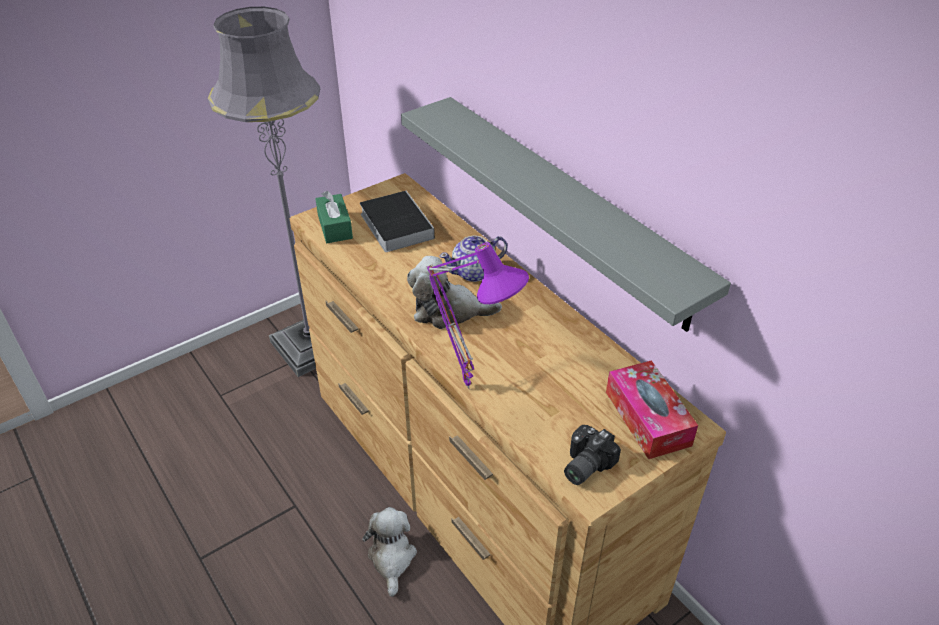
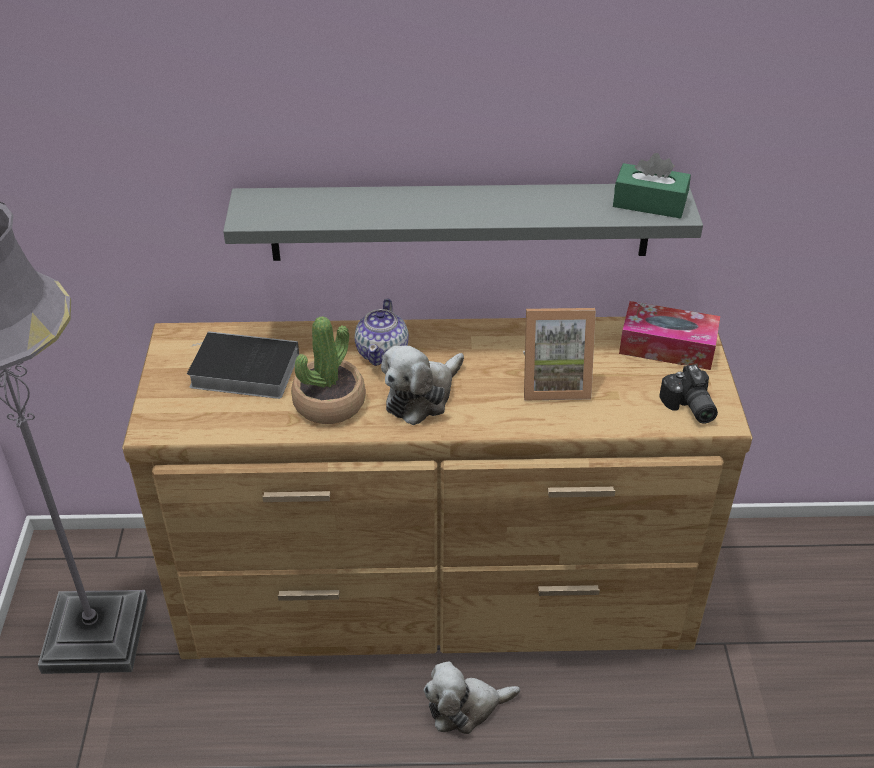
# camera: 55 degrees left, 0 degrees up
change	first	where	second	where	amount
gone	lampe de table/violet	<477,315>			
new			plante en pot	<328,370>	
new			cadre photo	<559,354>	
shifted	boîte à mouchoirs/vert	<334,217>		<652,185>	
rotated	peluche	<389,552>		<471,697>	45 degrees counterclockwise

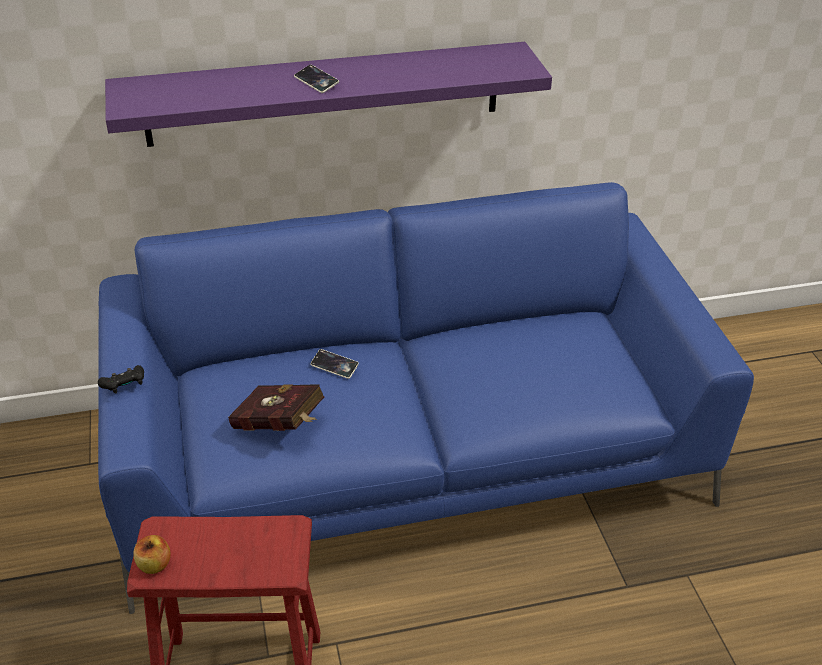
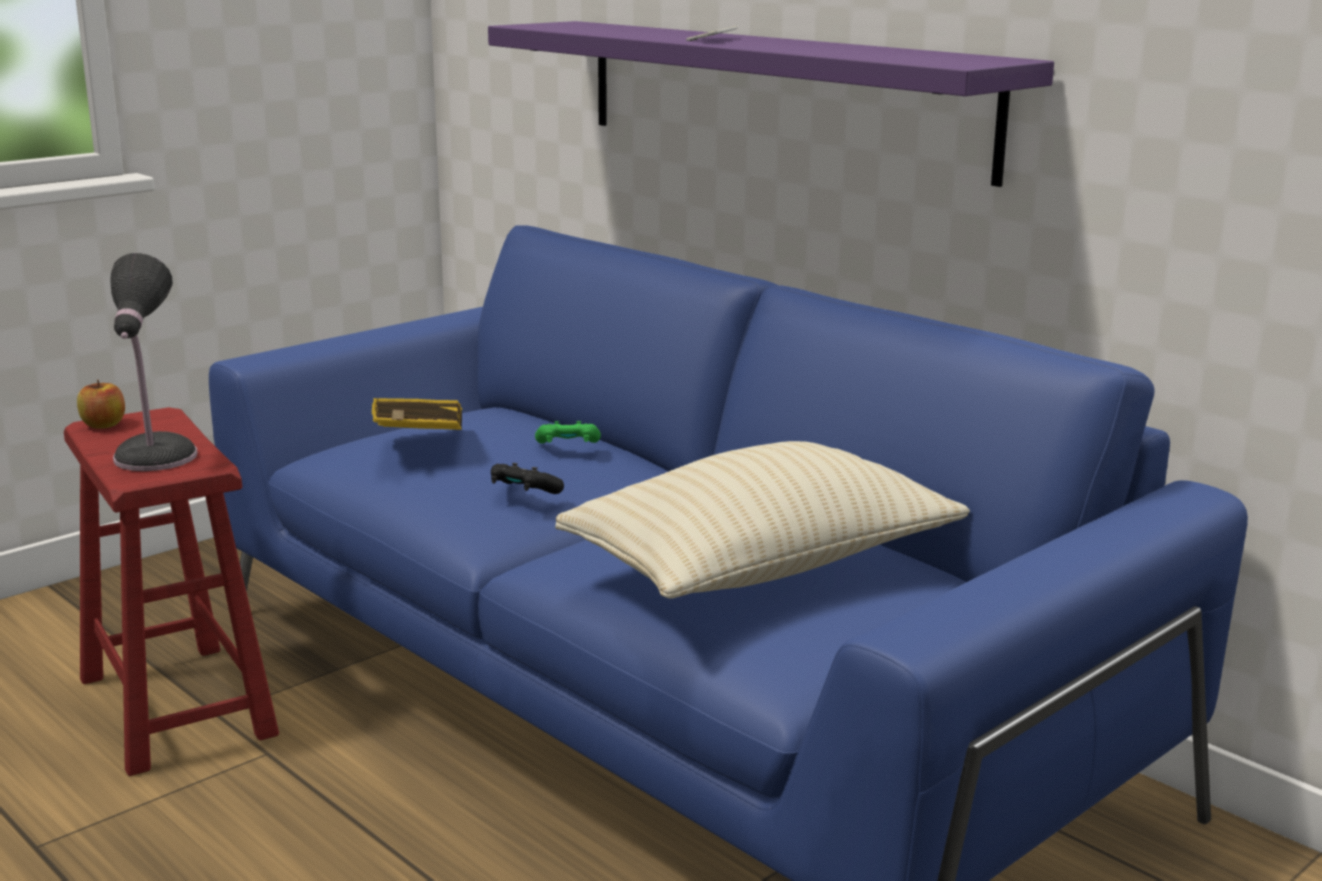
# camera: 60 degrees right, 20 degrees down
change	first	where	second	where	amount
new			lampe de table	<154,362>	
new			coussin/beige	<762,520>	
shifted	manette/noir	<121,379>		<527,478>	
swapped	téléphone	<334,364>	manette/vert	<568,432>	
repainted	livre/rouge	<276,407>	livre/jaune	<417,414>	

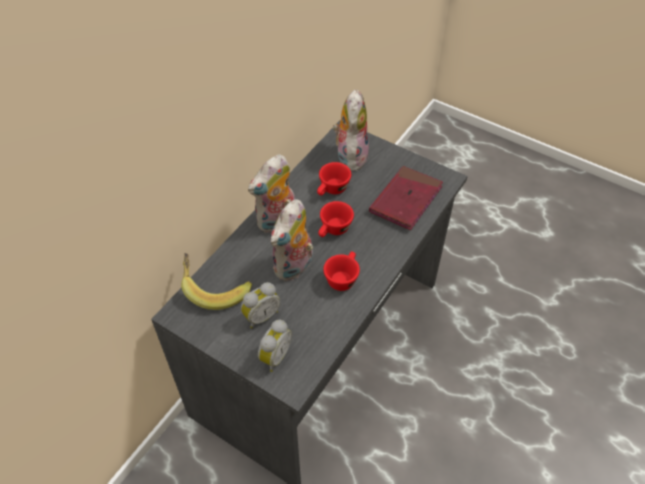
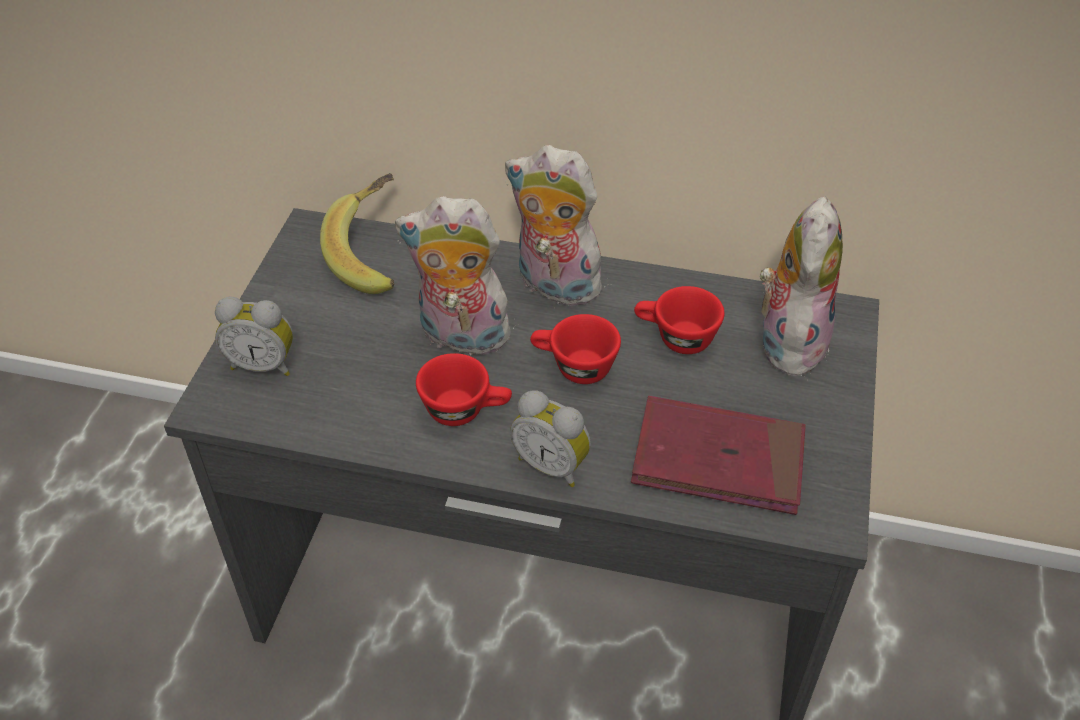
# camera: 70 degrees right, 5 degrees down
change	first	where	second	where	amount
shifted	réveil	<261,305>		<550,438>	
rotated	peluche	<351,130>		<800,288>	60 degrees counterclockwise

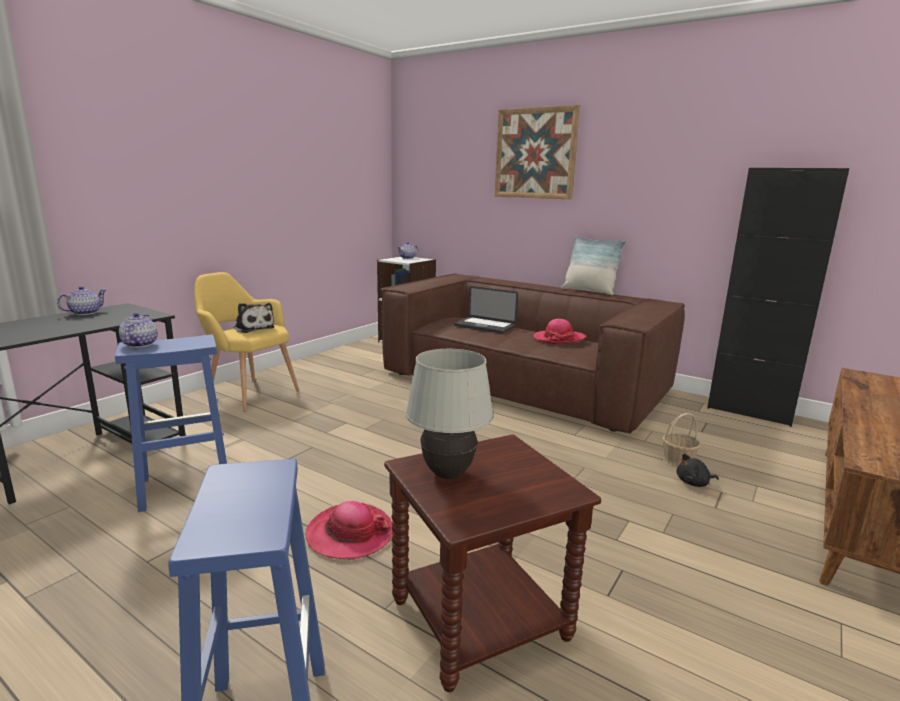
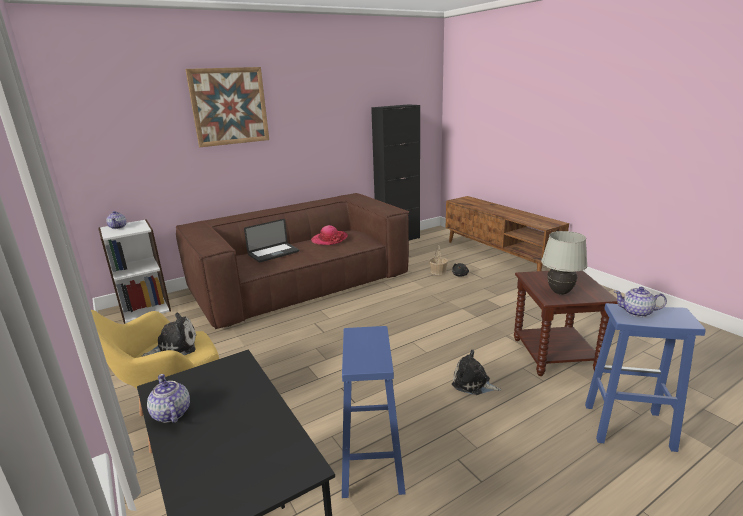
# camera: 65 degrees left, 5 degrees up
change	first	where	second	where	amount
gone	coussin	<593,265>			
shifted	théière	<138,330>		<640,302>	
swapped	chapeau	<349,530>	peluche	<476,372>	

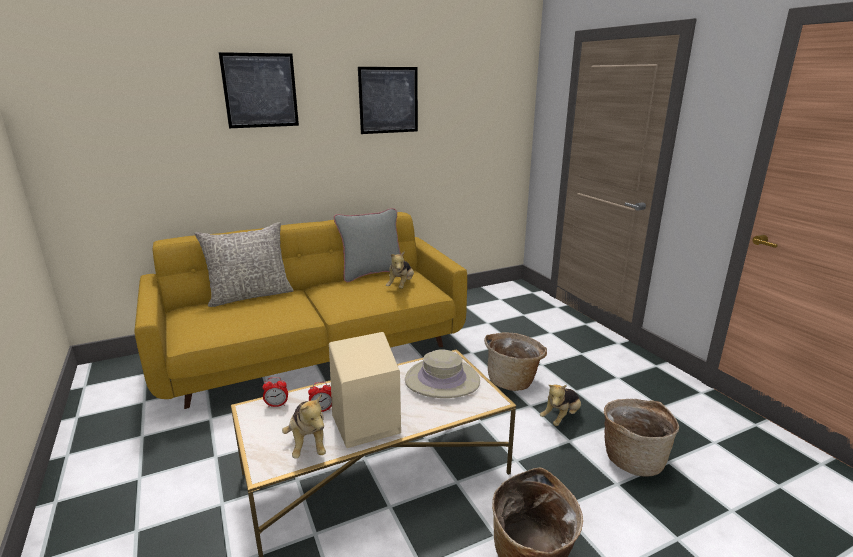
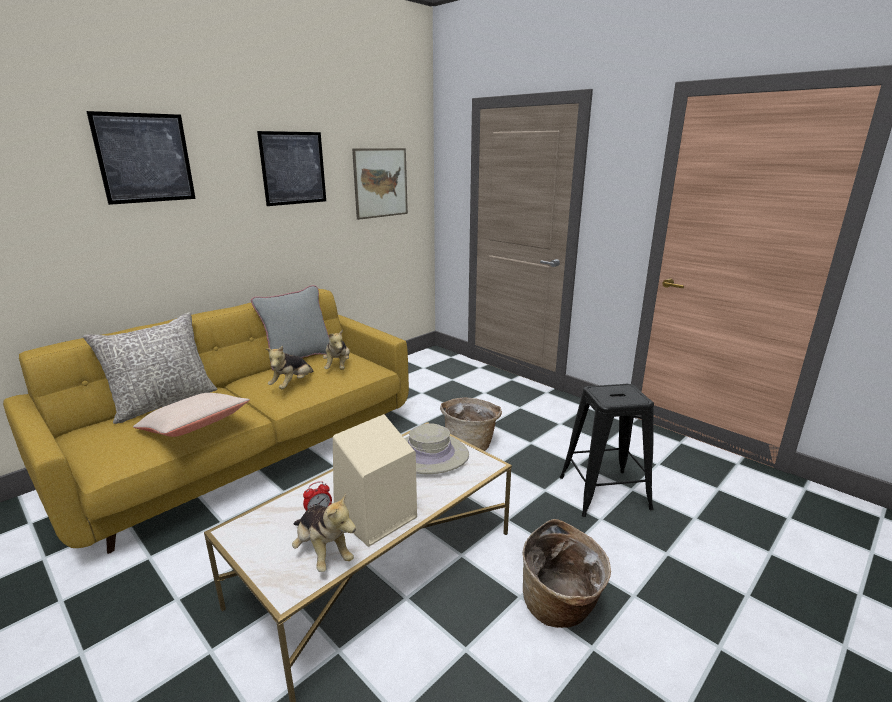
# camera: 20 degrees left, 0 degrees up
change	first	where	second	where	amount
gone	réveil	<275,392>			
new			coussin/beige	<191,415>	
new			tableau	<380,184>	
shifted	peluche	<560,405>		<290,367>	
swapped	panier	<641,438>	tabouret/noir	<606,450>	

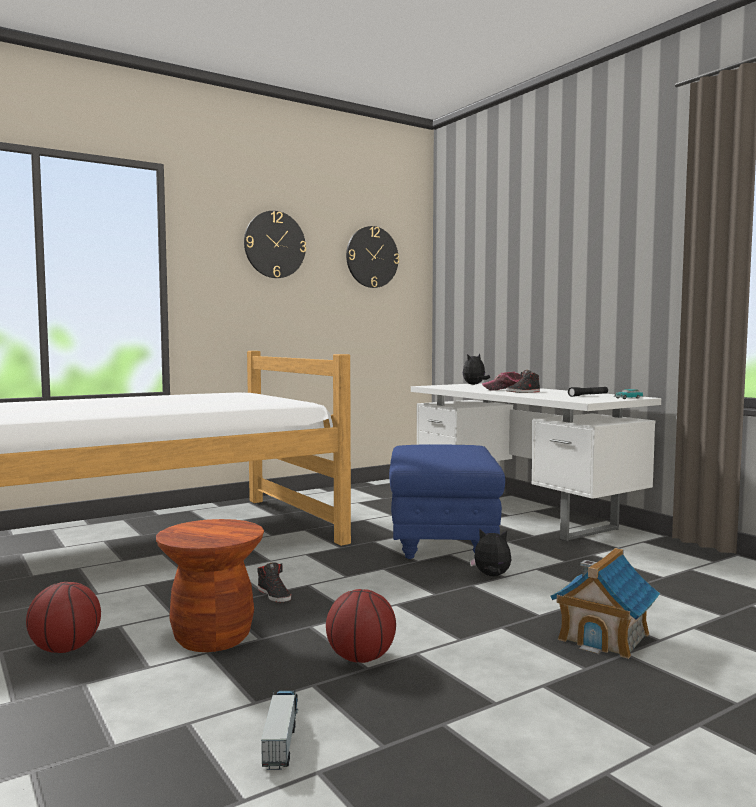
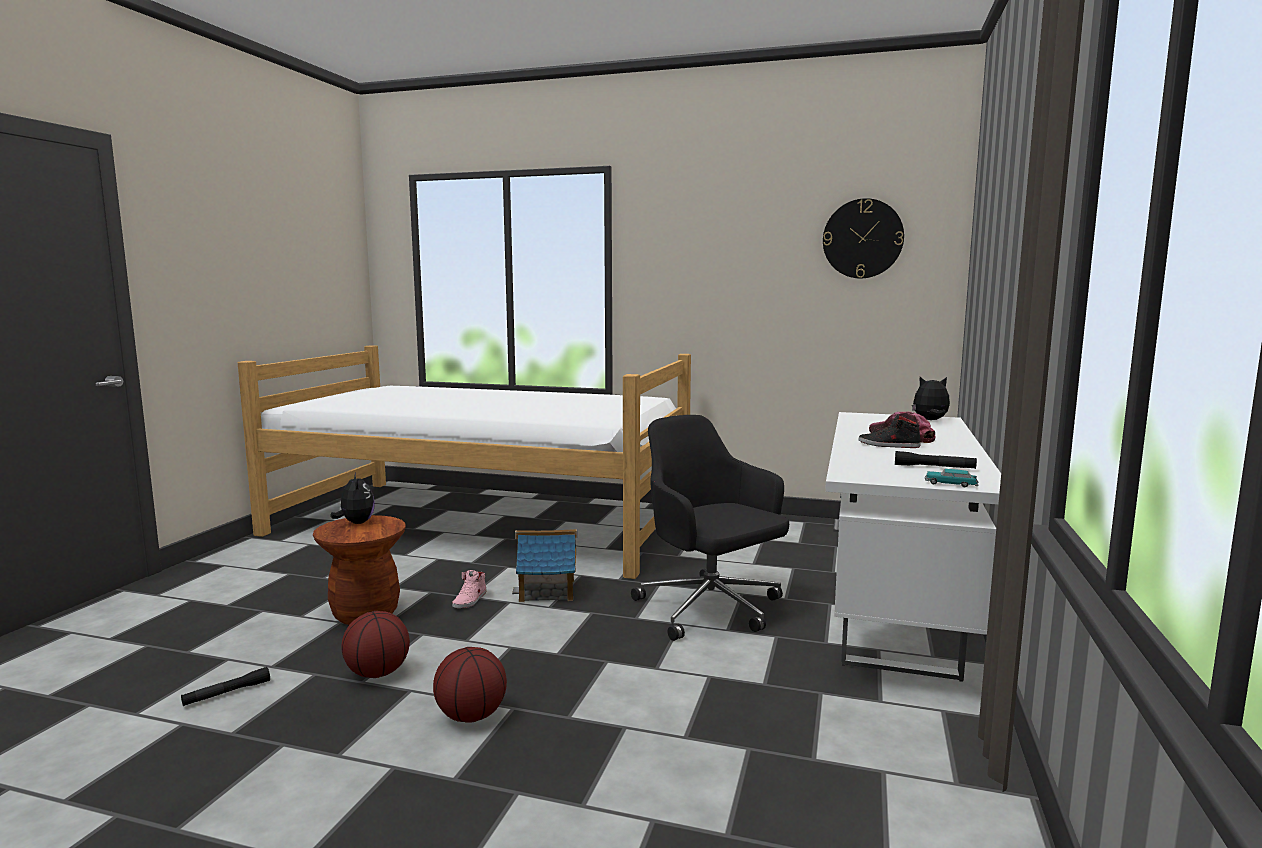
# camera: 50 degrees right, 5 degrees up
change	first	where	second	where	amount
gone	horloge murale	<275,244>			
shifted	ballon de basket	<63,617>		<470,685>	
shifted	peluche	<491,552>		<352,498>	
shifted	maison miniature	<605,603>		<544,565>	
swapped	camion jouet	<279,730>	lampe de poche/noir	<225,686>	
swapped	pouf/bleu	<447,501>	chaise de bureau/noir	<710,528>	
repainted	chaussure/noir	<274,582>	chaussure/rose	<469,589>	

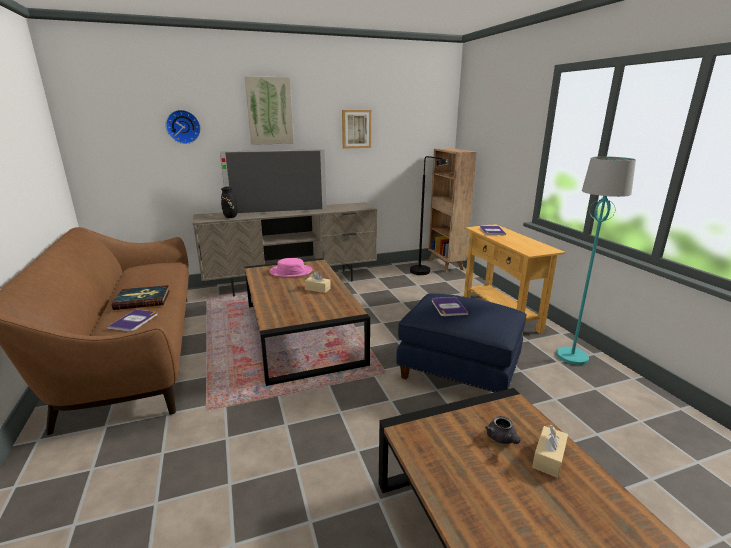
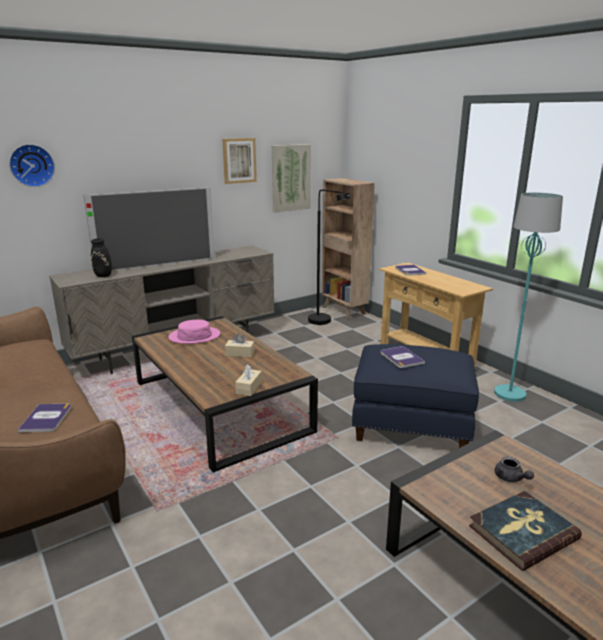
# camera: 15 degrees left, 0 degrees up
change	first	where	second	where	amount
shifted	livre	<141,297>		<525,531>	
shifted	tableau	<269,110>		<291,178>	
shifted	boîte à mouchoirs/beige	<550,451>		<248,380>	

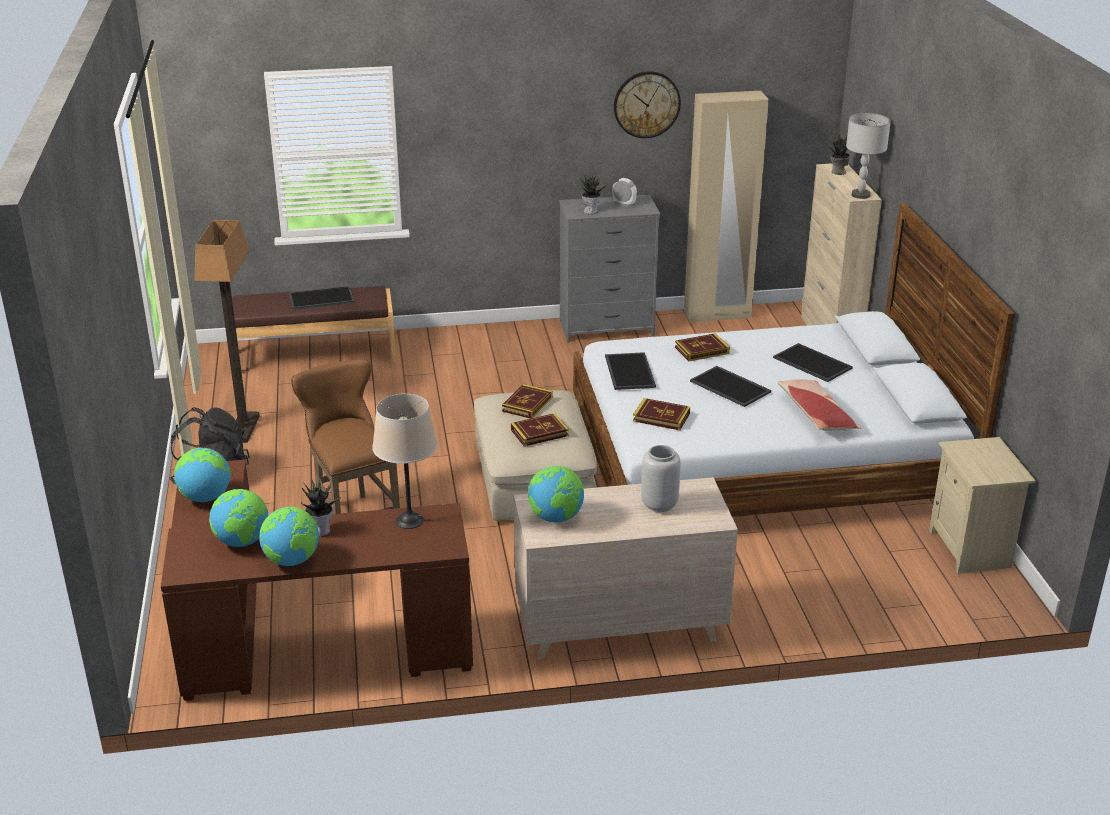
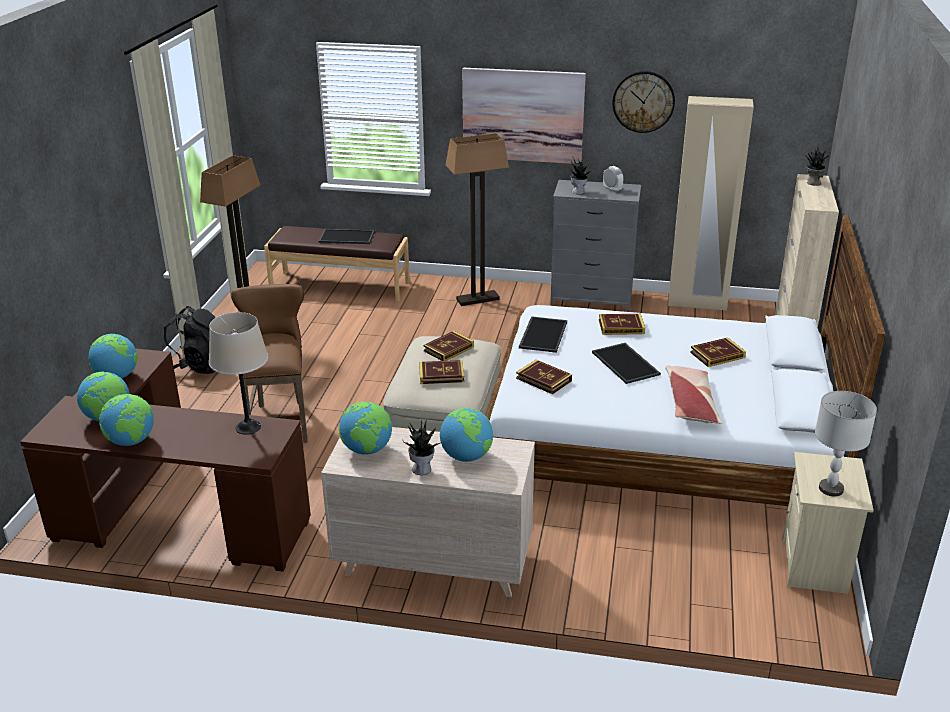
# camera: 20 degrees right, 0 degrees up
change	first	where	second	where	amount
new			lampadaire	<477,219>	
new			tableau	<524,116>	
shifted	plante en pot	<320,507>		<421,447>	
shifted	lampe de table/gris	<868,156>		<846,444>	
swapped	vase/gris	<660,478>	globe	<466,435>	
swapped	plateau	<813,362>	livre	<718,352>	

